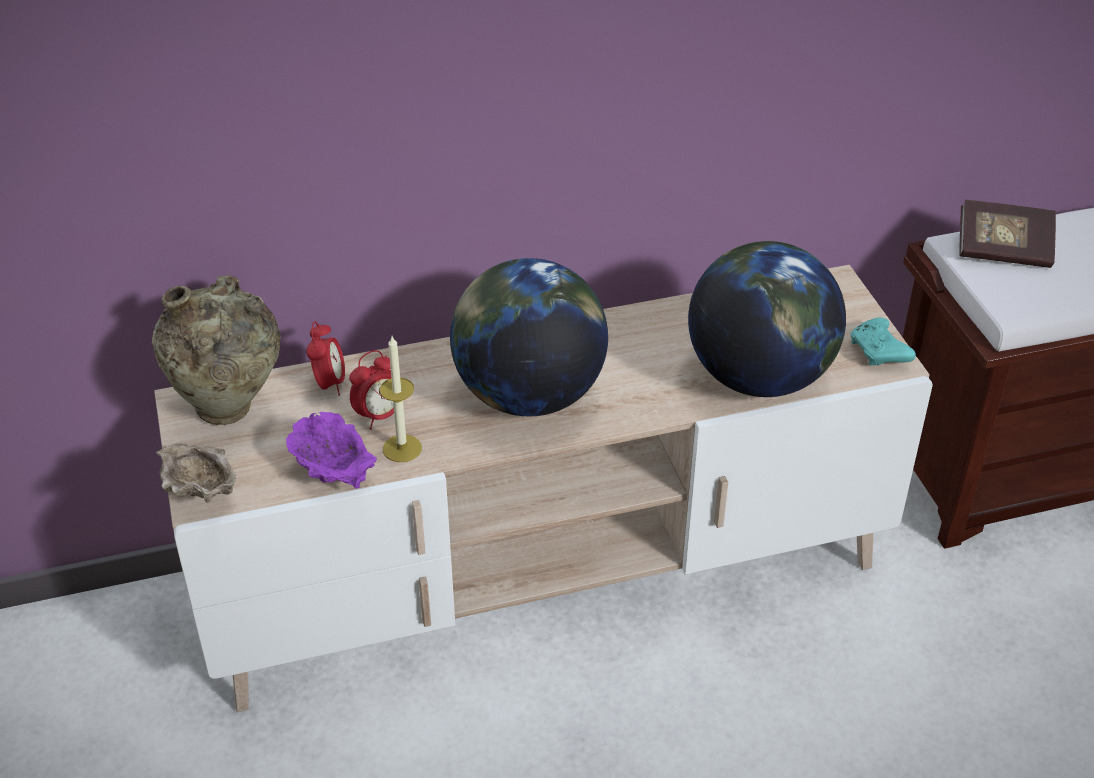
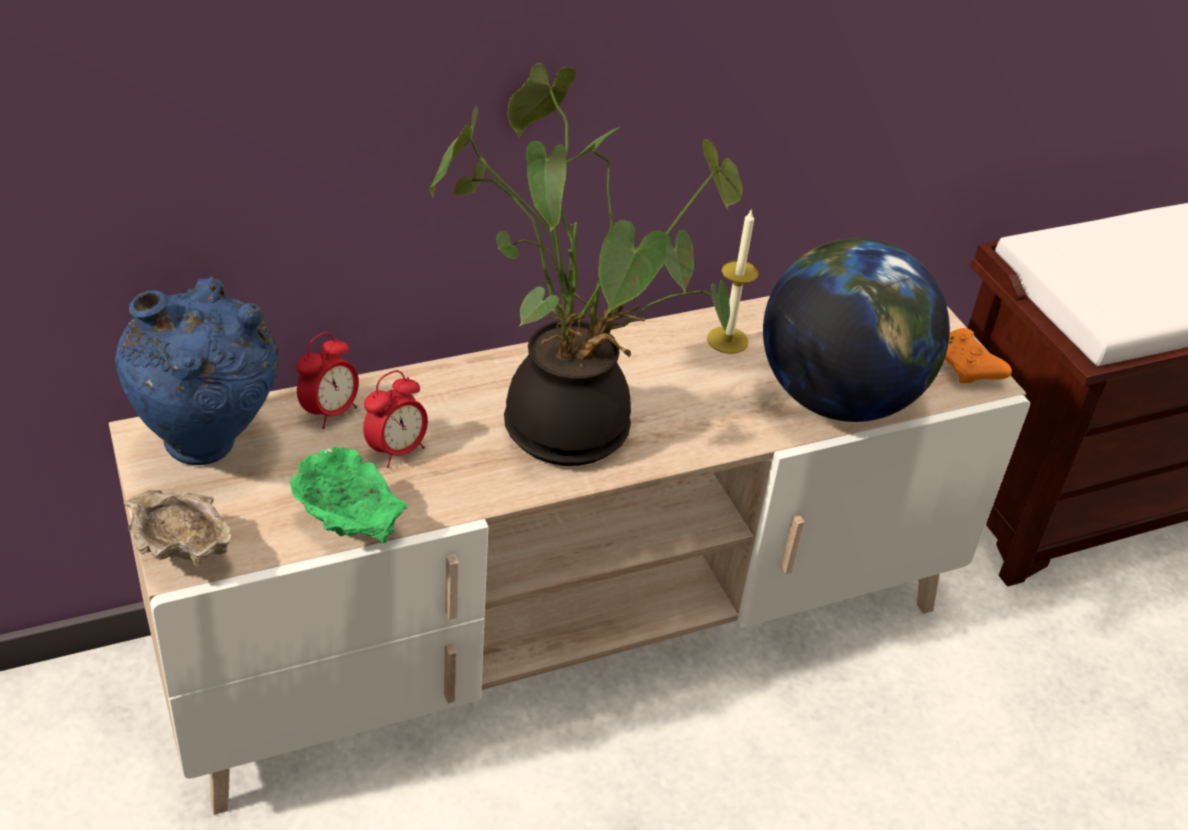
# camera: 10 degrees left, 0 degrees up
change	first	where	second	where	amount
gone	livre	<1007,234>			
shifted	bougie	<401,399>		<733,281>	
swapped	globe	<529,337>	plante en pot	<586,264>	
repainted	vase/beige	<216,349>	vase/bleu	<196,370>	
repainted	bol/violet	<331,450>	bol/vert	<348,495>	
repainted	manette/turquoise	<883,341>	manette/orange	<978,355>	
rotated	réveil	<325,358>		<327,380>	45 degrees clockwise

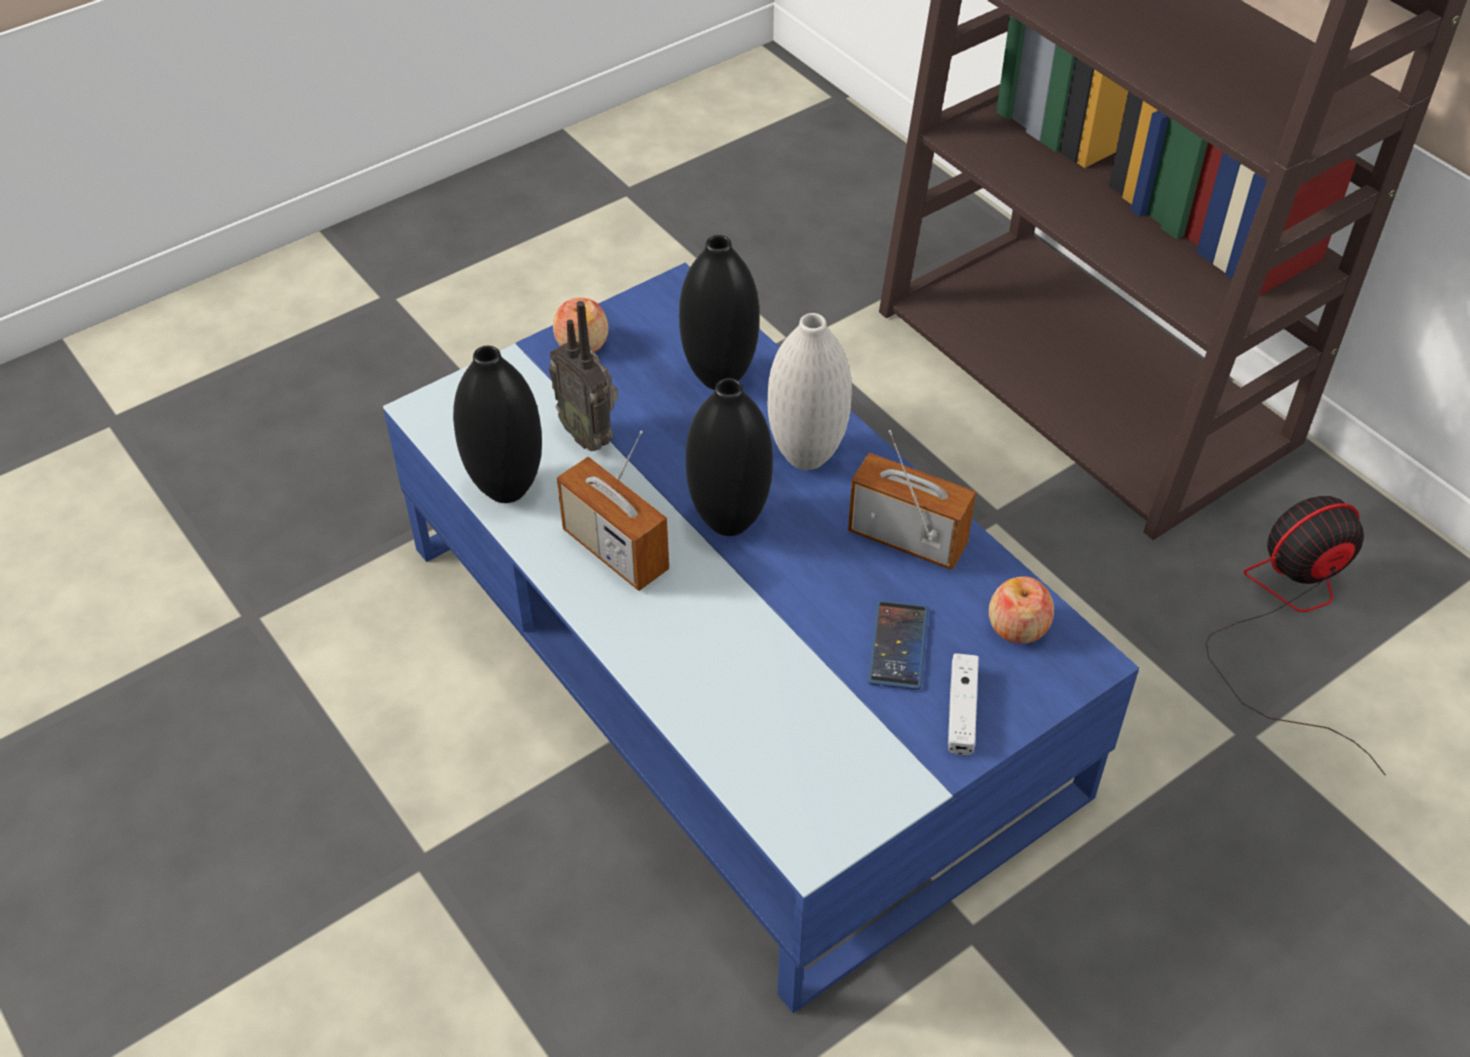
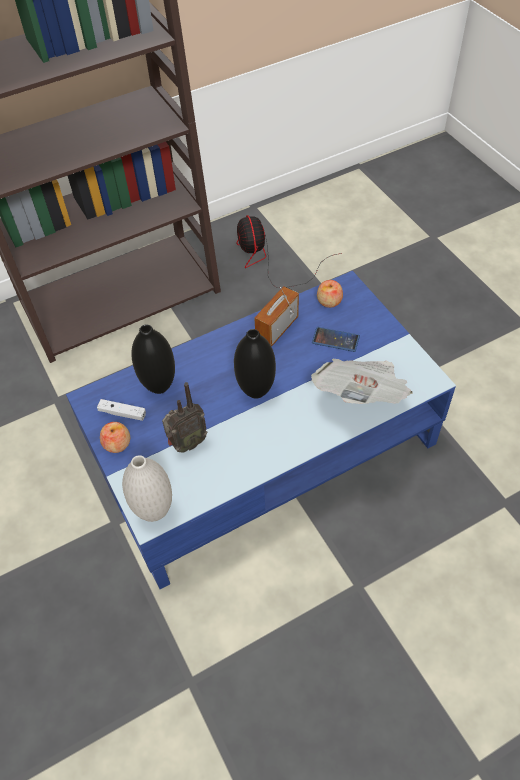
# camera: 80 degrees left, 5 degrees up
change	first	where	second	where	amount
gone	vase/noir	<497,424>			
gone	radio	<613,511>			
new			journal	<362,381>	
shifted	vase/blanc	<809,391>		<147,488>	
shifted	manette/blanc	<963,704>		<121,410>	

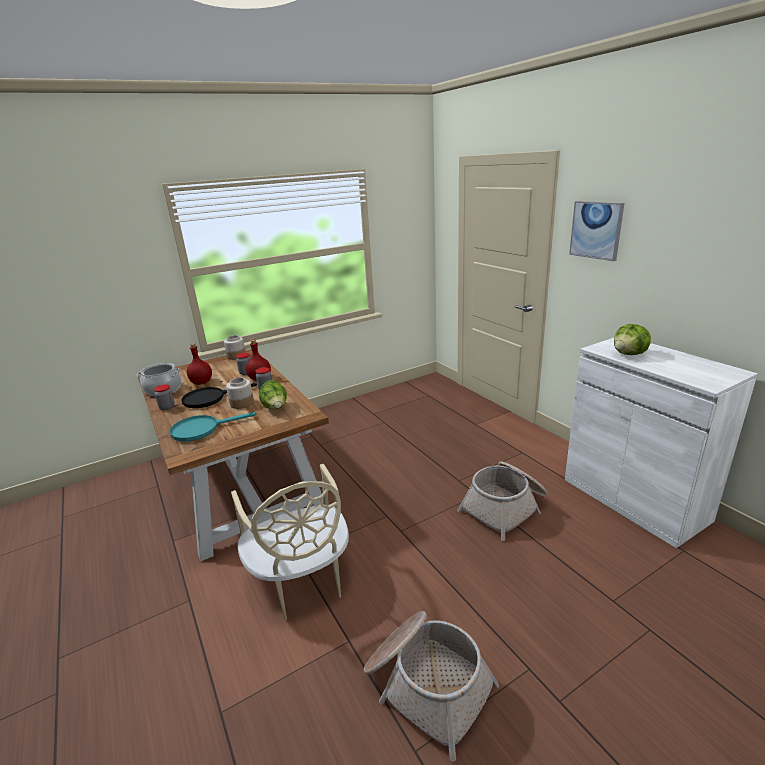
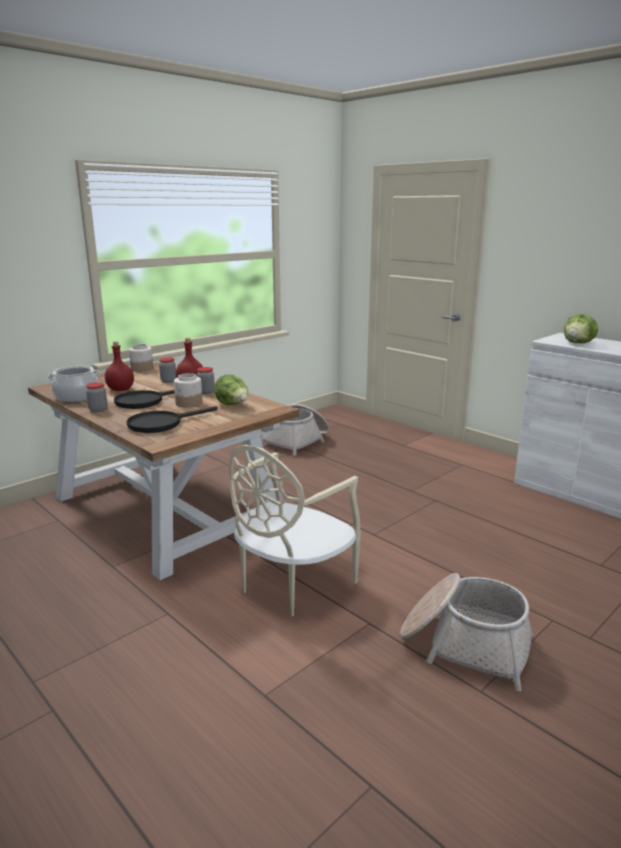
# camera: 15 degrees left, 5 degrees down
change	first	where	second	where	amount
gone	tableau	<596,231>			
shifted	panier	<502,501>		<295,430>	
repainted	poêle/turquoise	<212,427>	poêle/noir	<172,419>	
rotated	chaise/beige	<290,542>		<295,531>	75 degrees clockwise

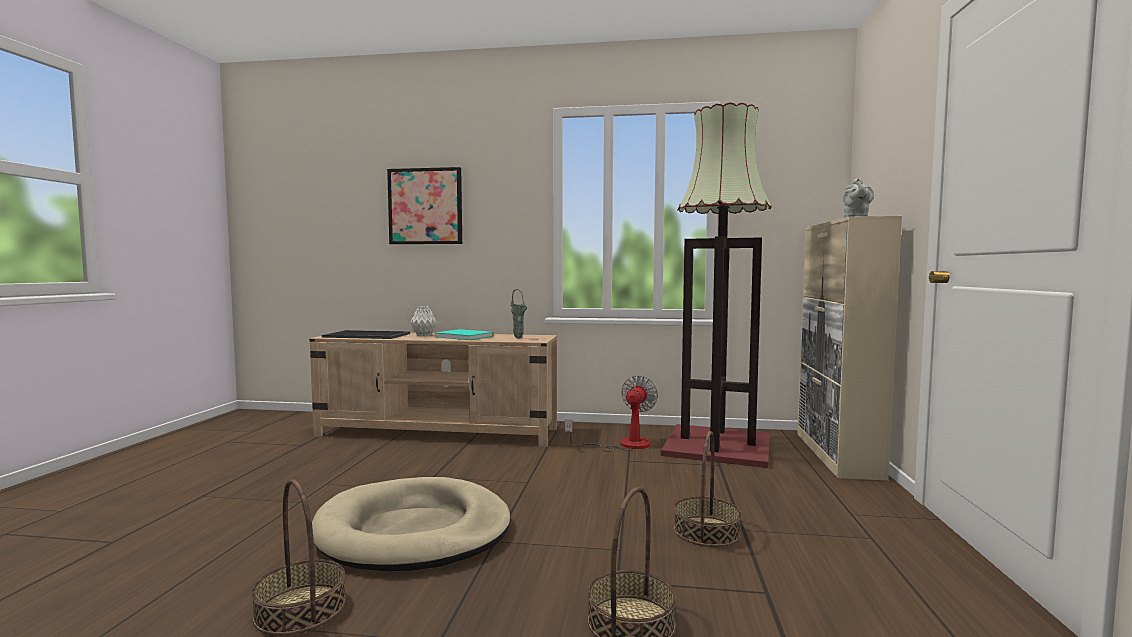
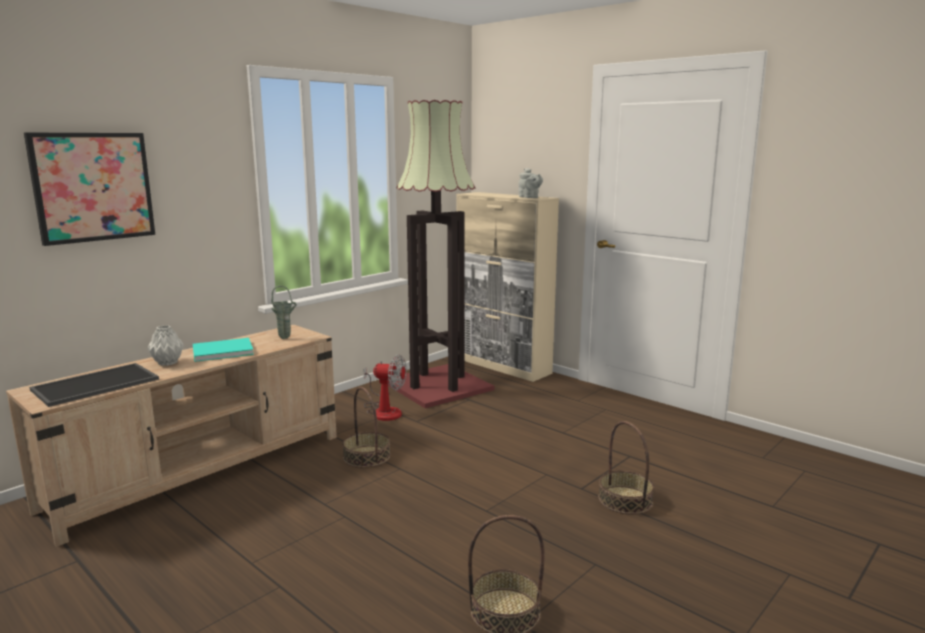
# camera: 55 degrees left, 10 degrees up
change	first	where	second	where	amount
gone	panier pour chien/beige	<411,524>			
shifted	panier	<707,489>		<366,427>	
rotated	ventilateur	<611,413>		<385,388>	135 degrees clockwise

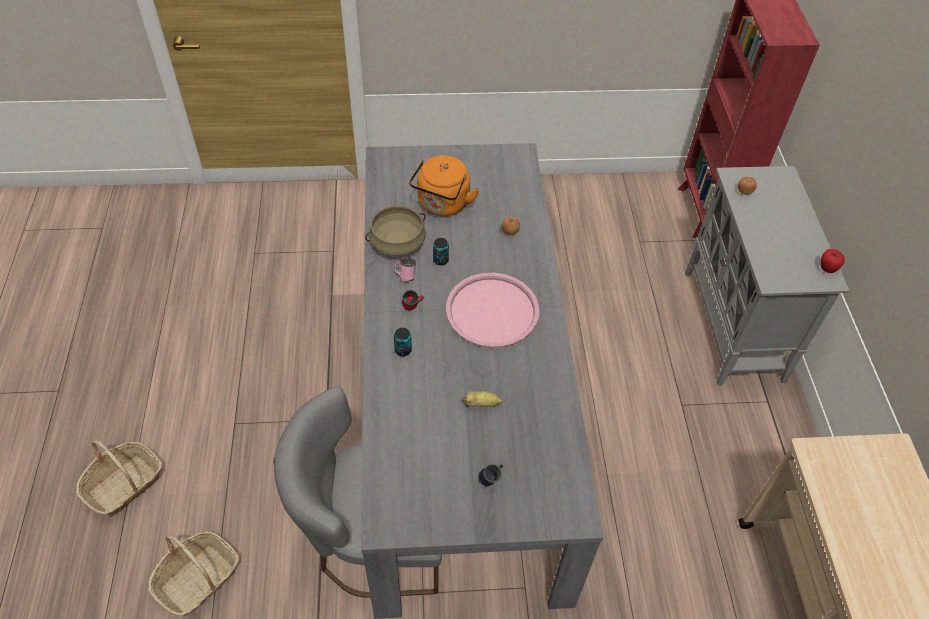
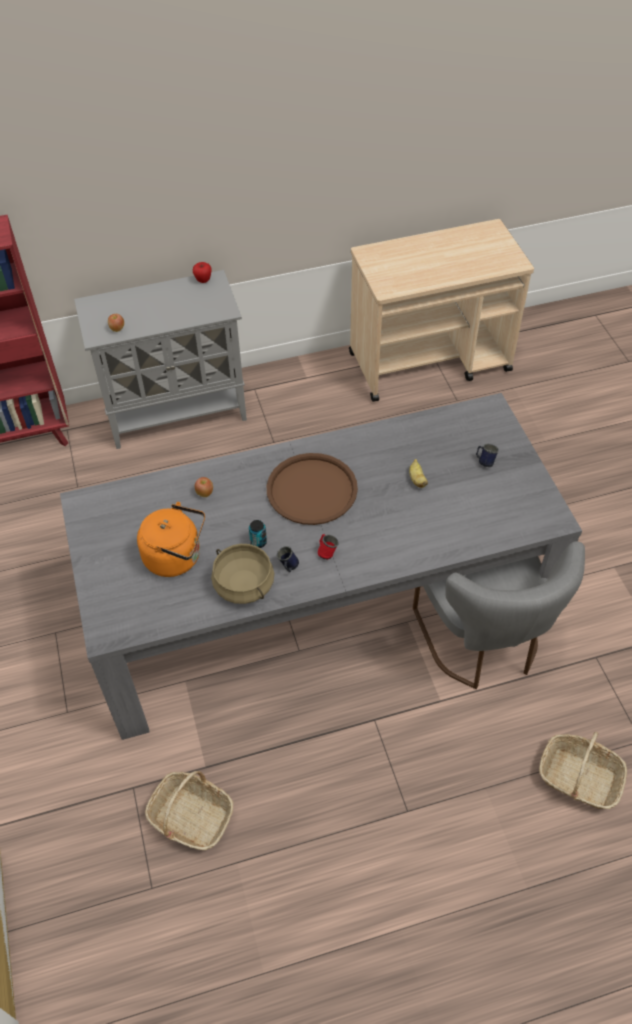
# camera: 100 degrees left, 0 degrees up
change	first	where	second	where	amount
gone	boîte métallique	<403,342>			
shifted	panier	<119,478>		<189,810>	
repainted	mug/rose	<405,269>	mug/bleu	<288,559>	
repainted	plateau/rose	<492,310>	plateau/marron	<312,489>	

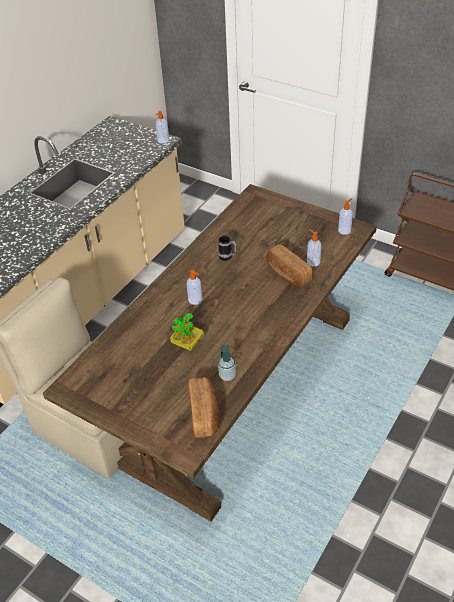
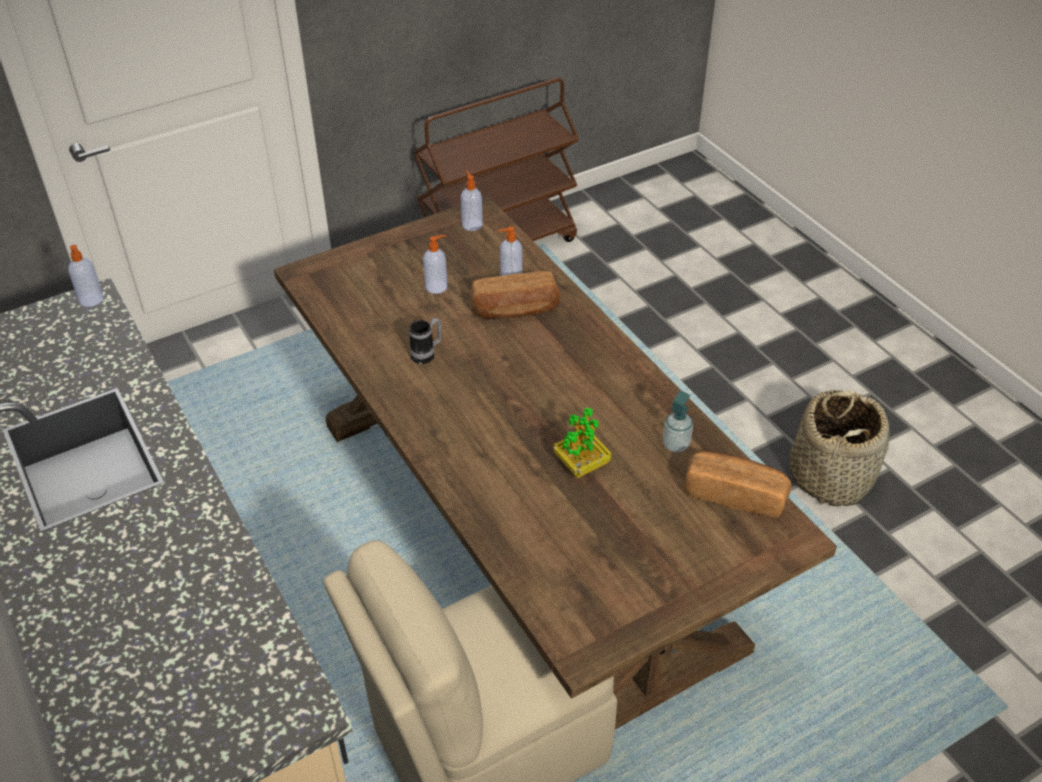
# camera: 65 degrees left, 0 degrees up
change	first	where	second	where	amount
new			panier	<840,448>	
shifted	distributeur de savon	<194,287>		<435,264>	

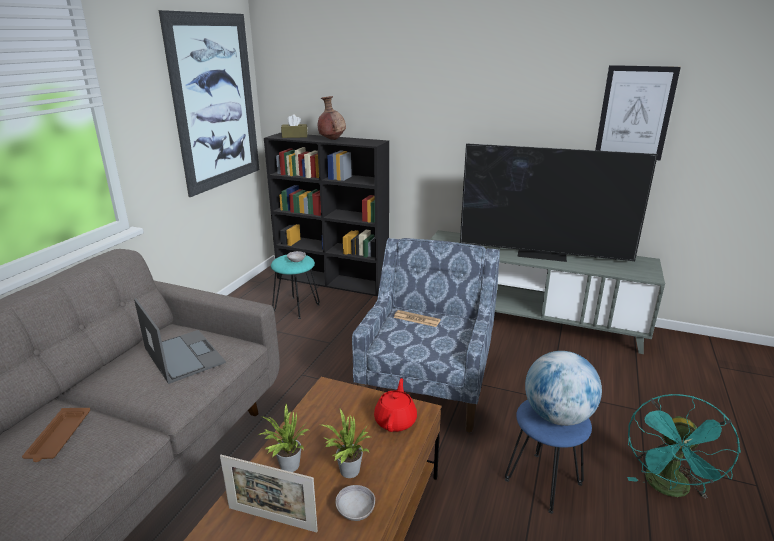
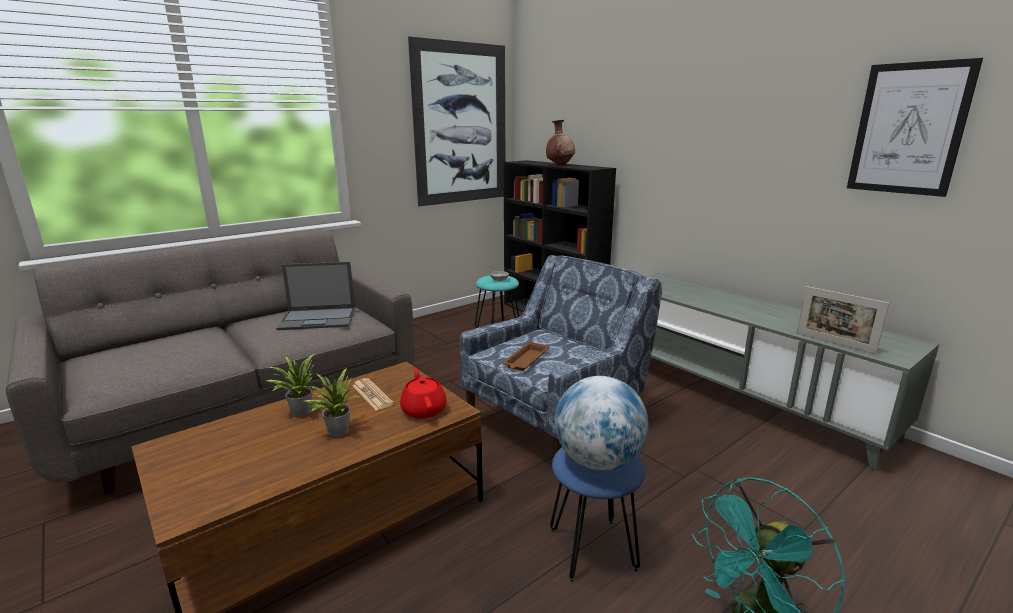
# camera: 30 degrees right, 5 degrees down
change	first	where	second	where	amount
gone	boîte à mouchoirs/marron	<294,126>			
gone	bol/gris	<355,503>			
gone	téléviseur	<559,202>			
shifted	plateau/marron	<56,435>		<526,356>	
shifted	cadre photo	<269,494>		<843,320>	
shifted	journal	<417,318>		<373,394>	
rotated	ordinateur portable	<180,341>		<315,296>	90 degrees clockwise
rotated	théière/rouge	<395,405>		<423,394>	60 degrees counterclockwise

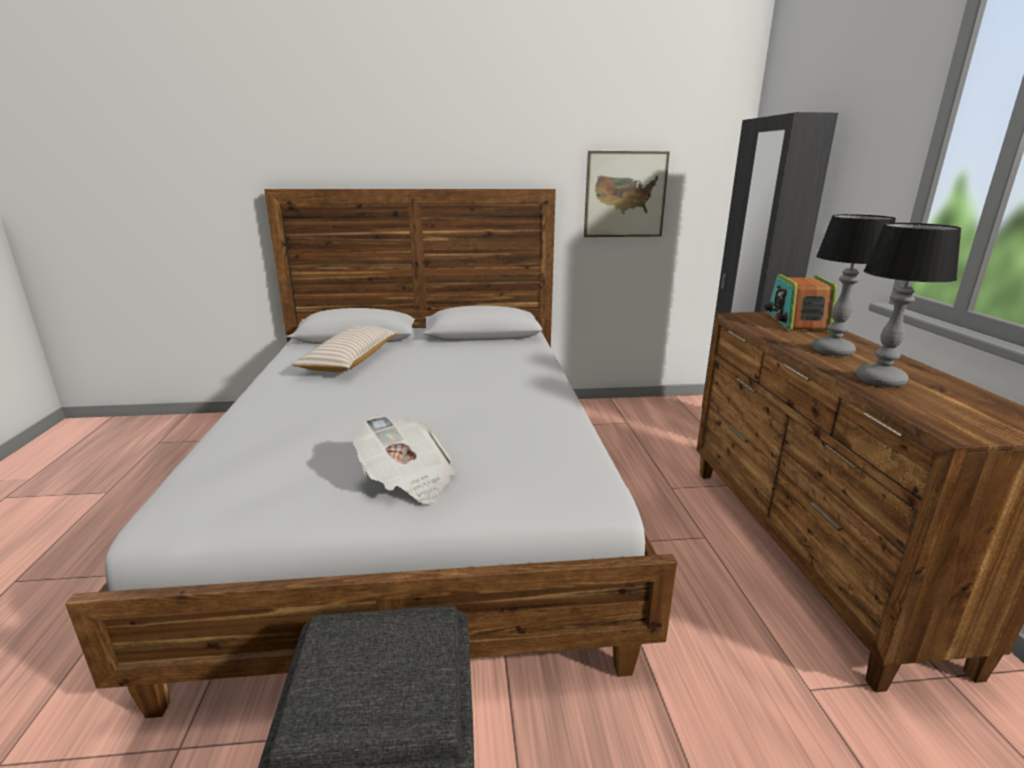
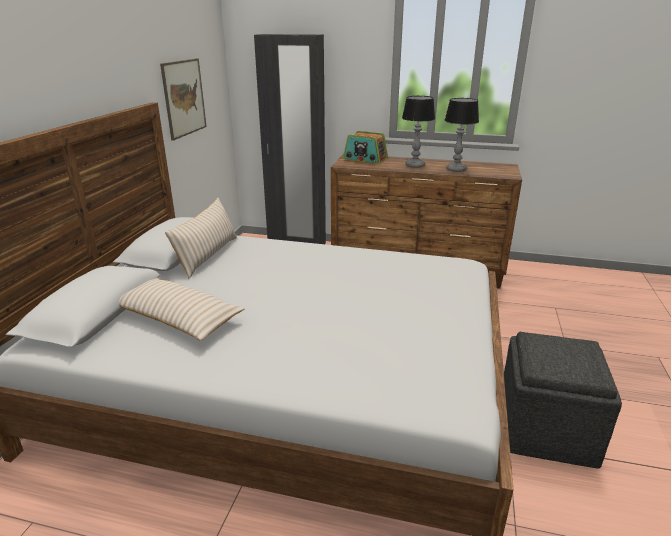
# camera: 70 degrees left, 5 degrees up
change	first	where	second	where	amount
gone	journal	<405,459>			
new			coussin/beige	<201,238>	

